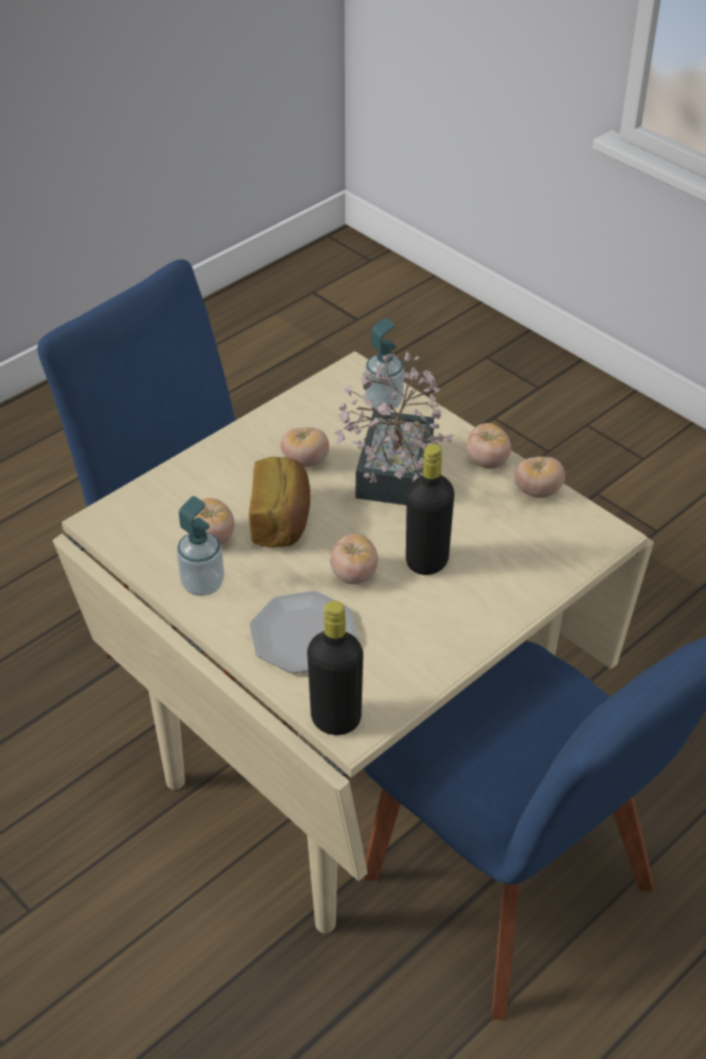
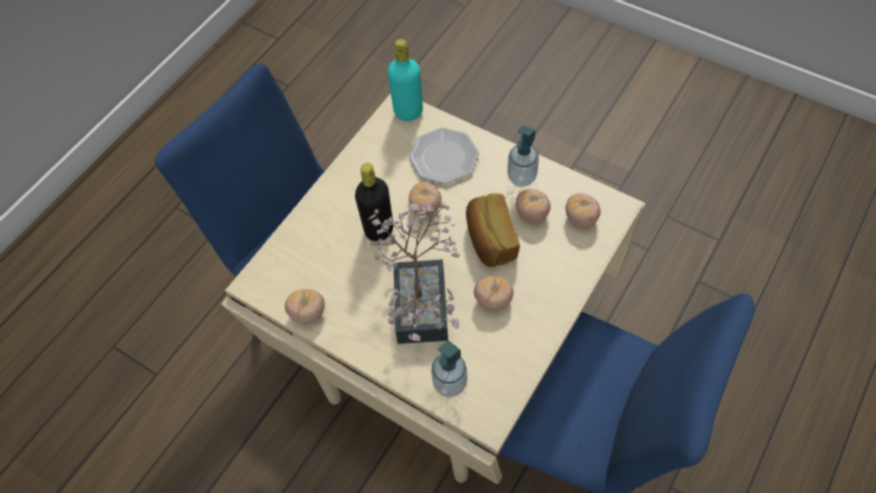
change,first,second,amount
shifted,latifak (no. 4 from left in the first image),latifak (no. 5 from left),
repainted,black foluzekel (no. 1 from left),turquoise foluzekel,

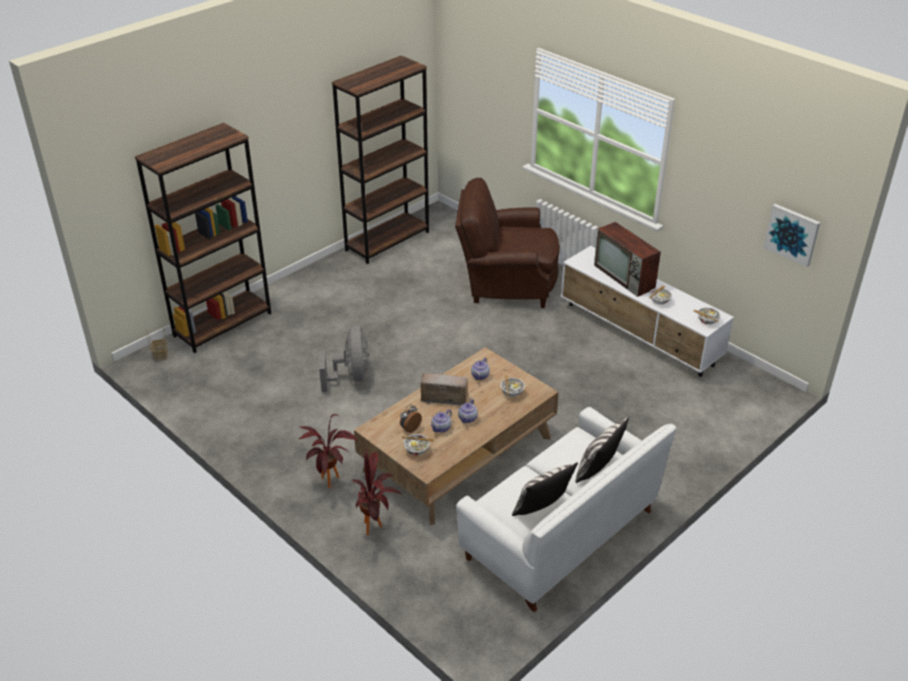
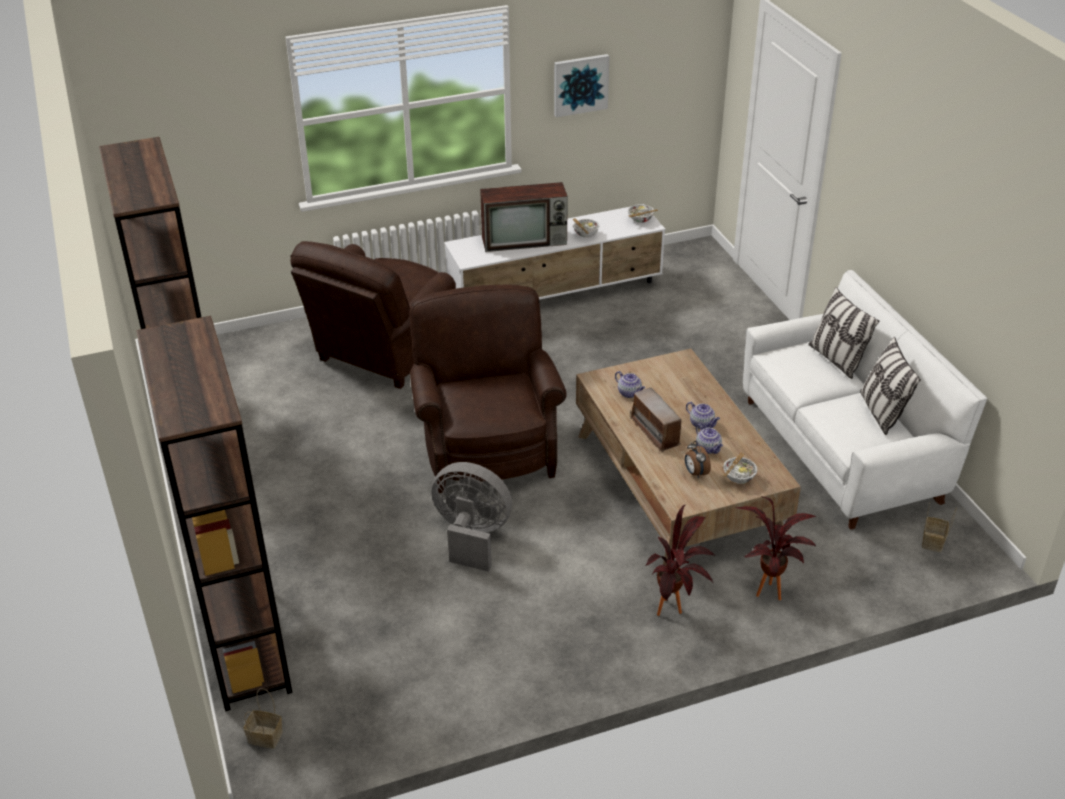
change,first,second,amount
gone,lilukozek (no. 2 from left),,
new,,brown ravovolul (no. 2 from left),
new,,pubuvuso (no. 2 from left),
shifted,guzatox,,
rotated,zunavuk,,60 degrees counterclockwise

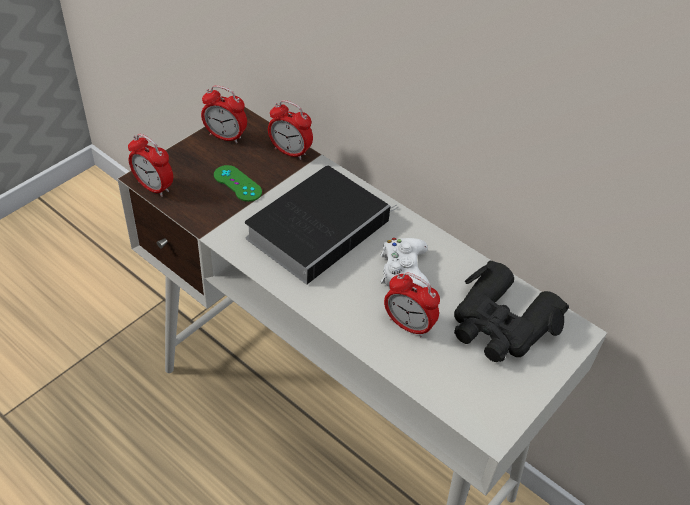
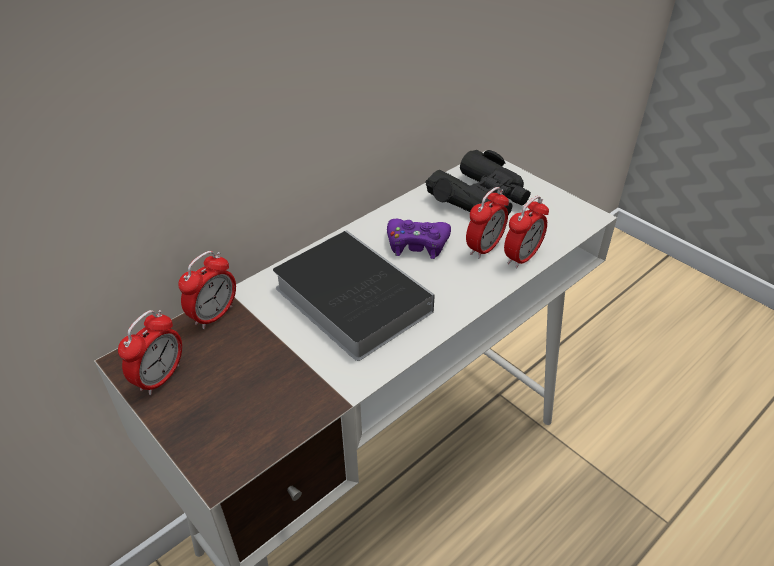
change,first,second,amount
gone,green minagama,,
shifted,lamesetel (no. 1 from left in the first image),lamesetel (no. 4 from left),
repainted,white minagama,purple minagama,

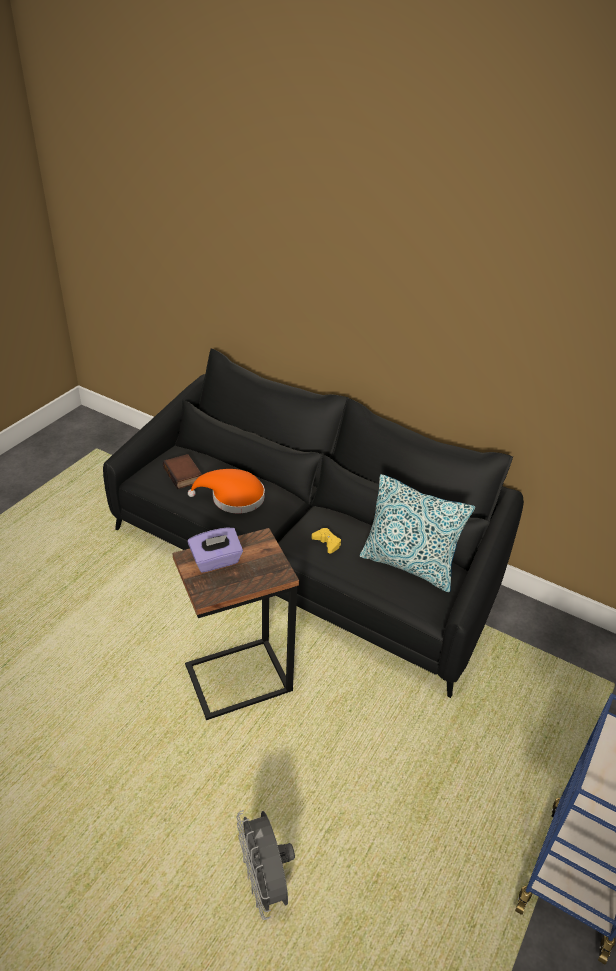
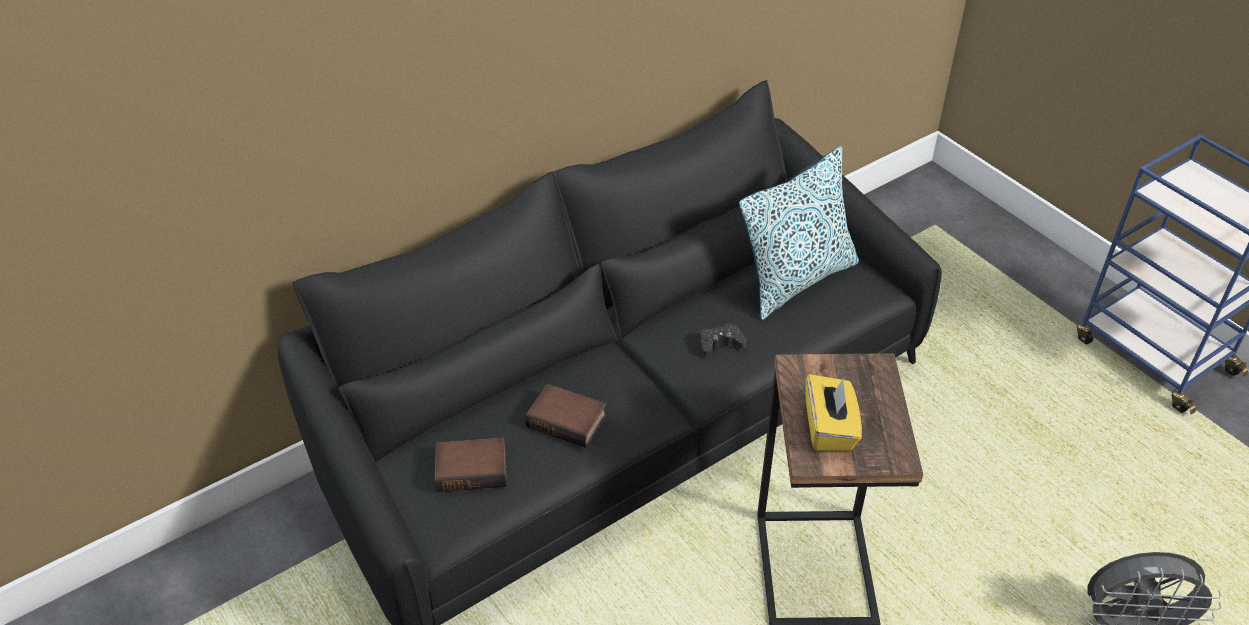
change,first,second,amount
swapped,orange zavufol,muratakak (no. 2 from left),
repainted,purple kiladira,yellow kiladira,
repainted,yellow minagama,black minagama,

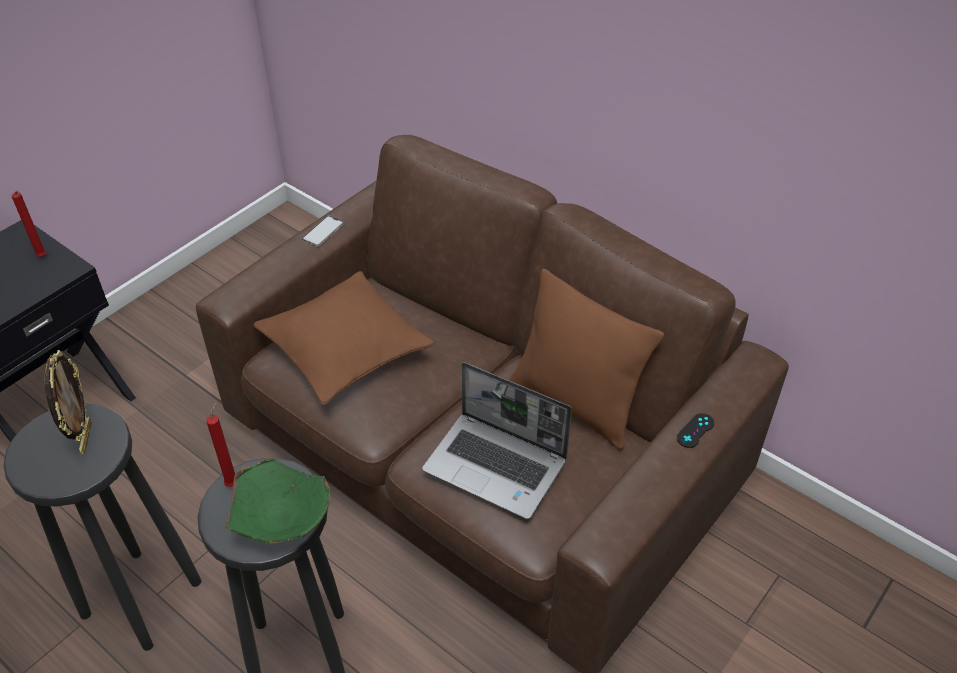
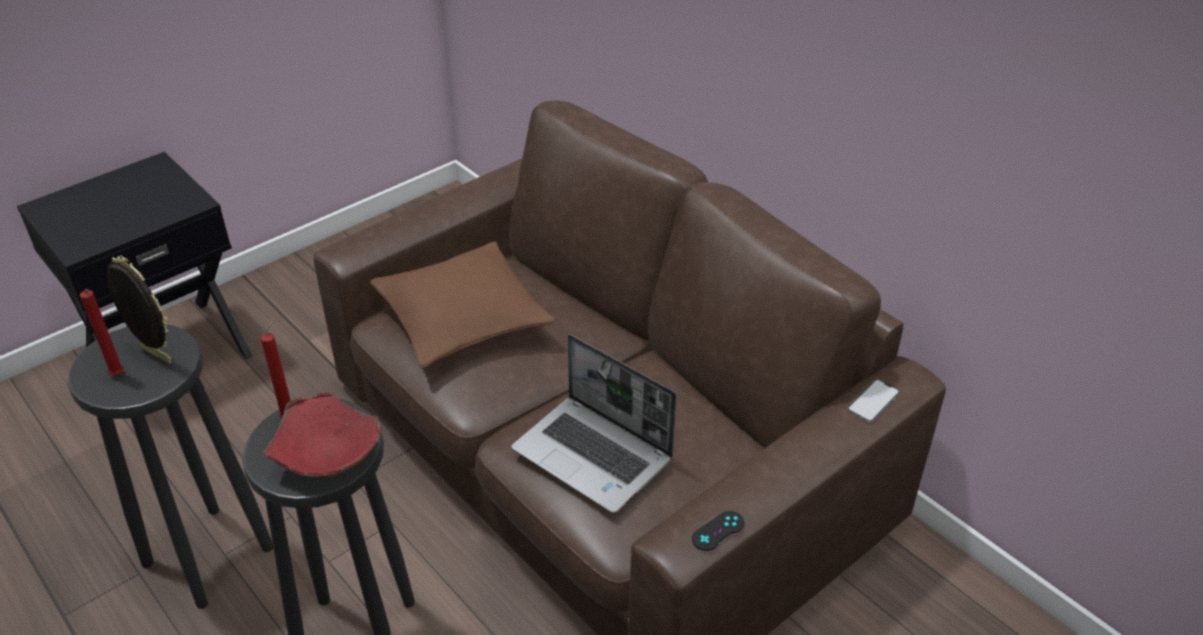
change,first,second,amount
gone,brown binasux (no. 2 from left),,
shifted,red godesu (no. 1 from left),,
shifted,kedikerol,,
shifted,black minagama,,
repainted,green lilukozek,red lilukozek,
rotated,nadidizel,,60 degrees counterclockwise

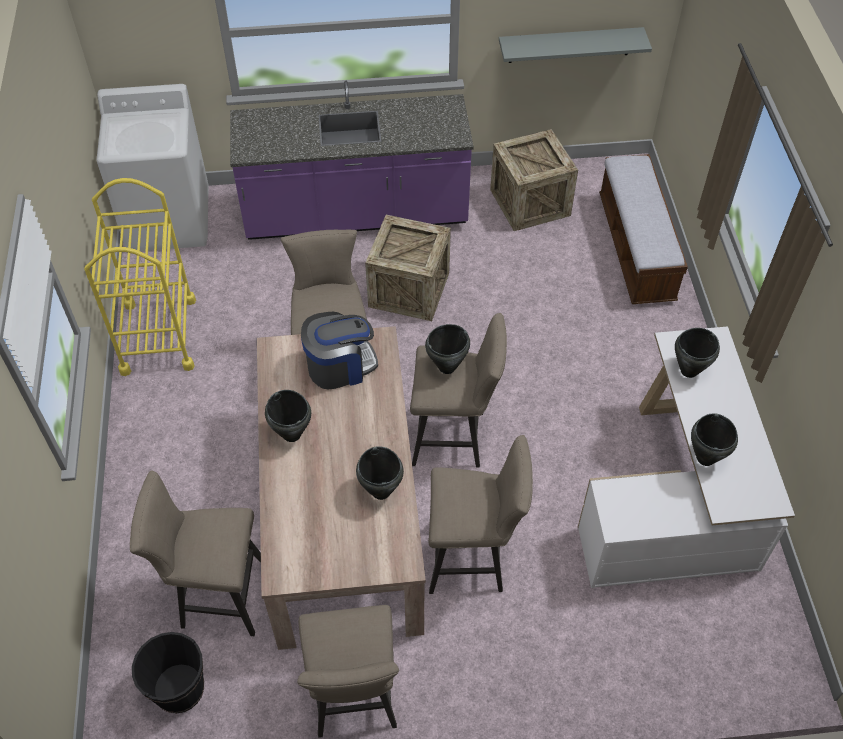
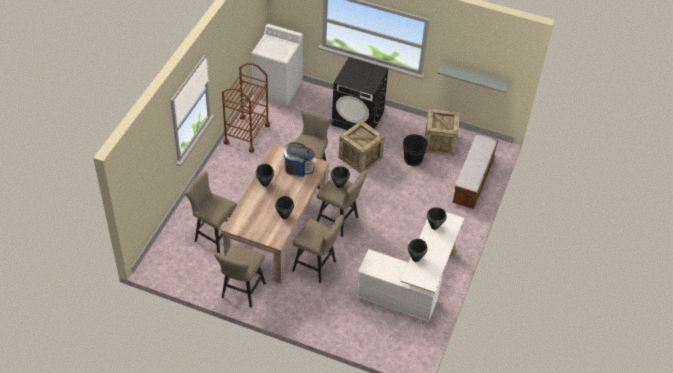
change,first,second,amount
shifted,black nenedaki,,
swapped,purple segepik,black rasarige,
repainted,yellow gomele,brown gomele,

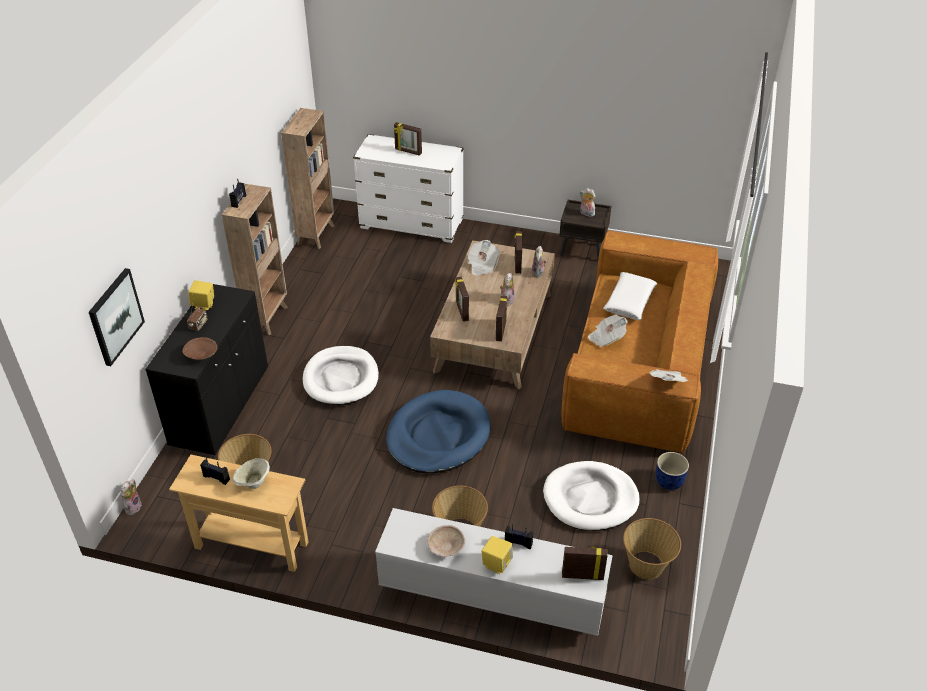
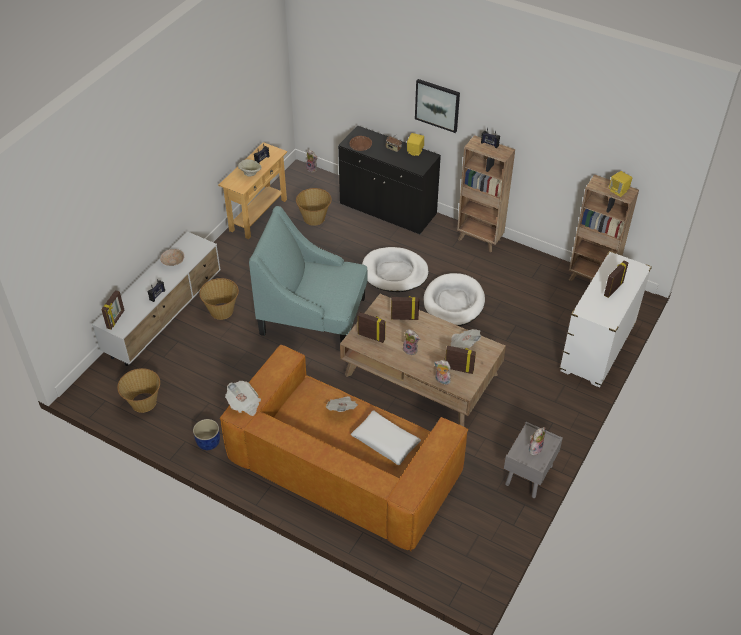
change,first,second,amount
shifted,guzatox,,
shifted,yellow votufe (no. 2 from left),,
shifted,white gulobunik (no. 2 from left),,
swapped,blue gulobunik,turquoise ravovolul,
repainted,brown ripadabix,grey ripadabix,

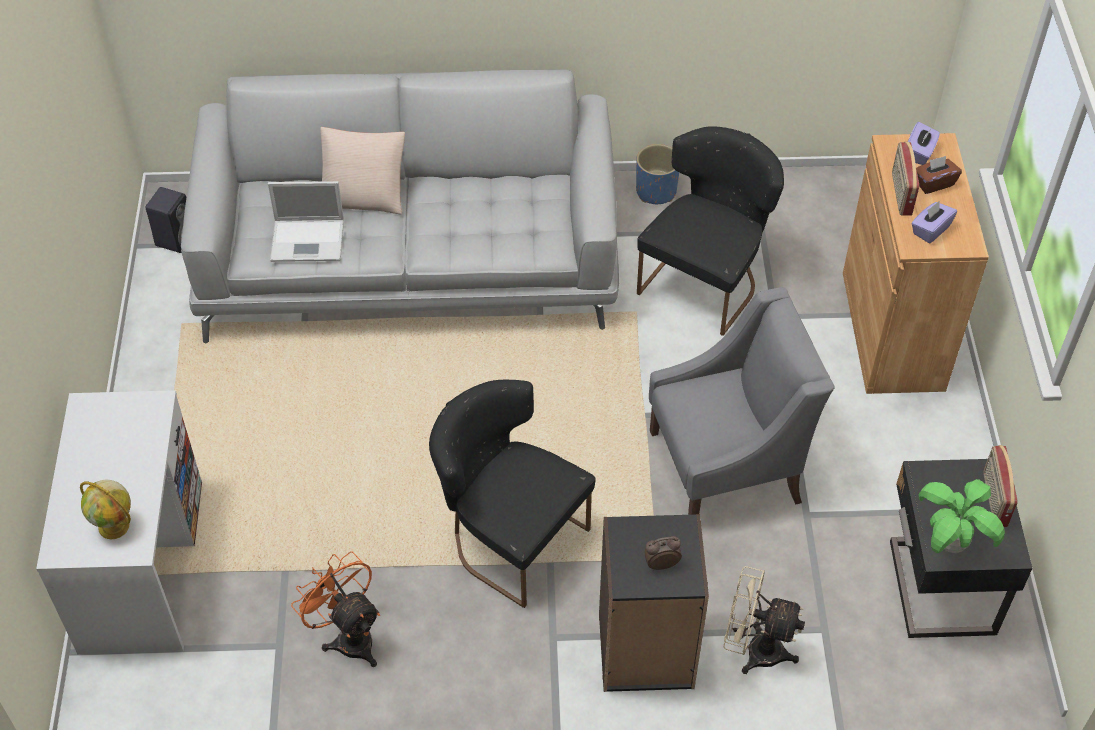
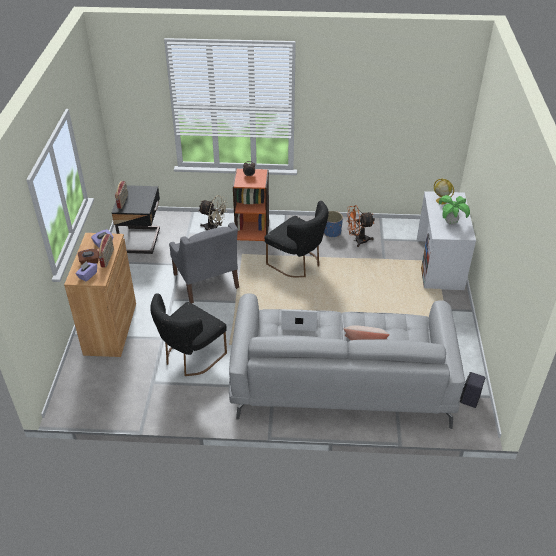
change,first,second,amount
shifted,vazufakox,,
shifted,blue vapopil,,
shifted,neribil,,
repainted,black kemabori,orange kemabori,
rotated,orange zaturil,,120 degrees clockwise
rotated,grey ravovolul,,105 degrees counterclockwise

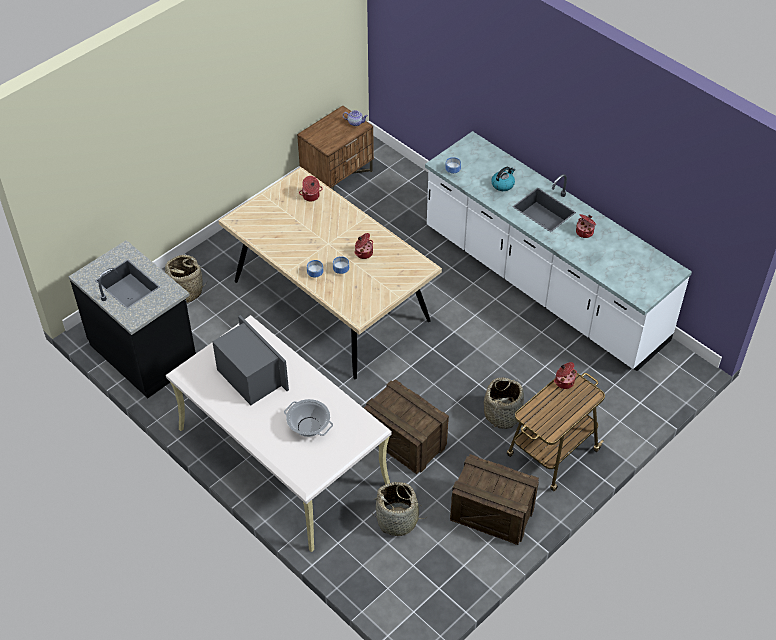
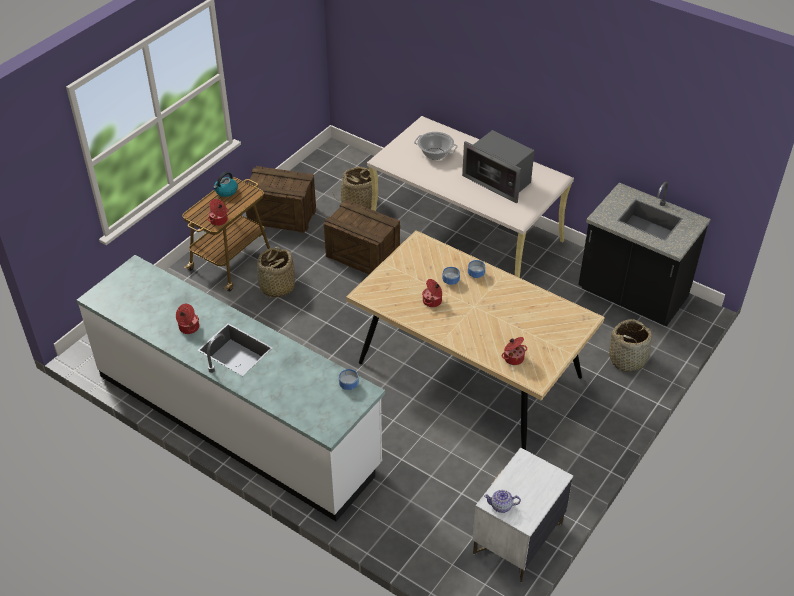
change,first,second,amount
shifted,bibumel,,
repainted,brown ripadabix,white ripadabix,

